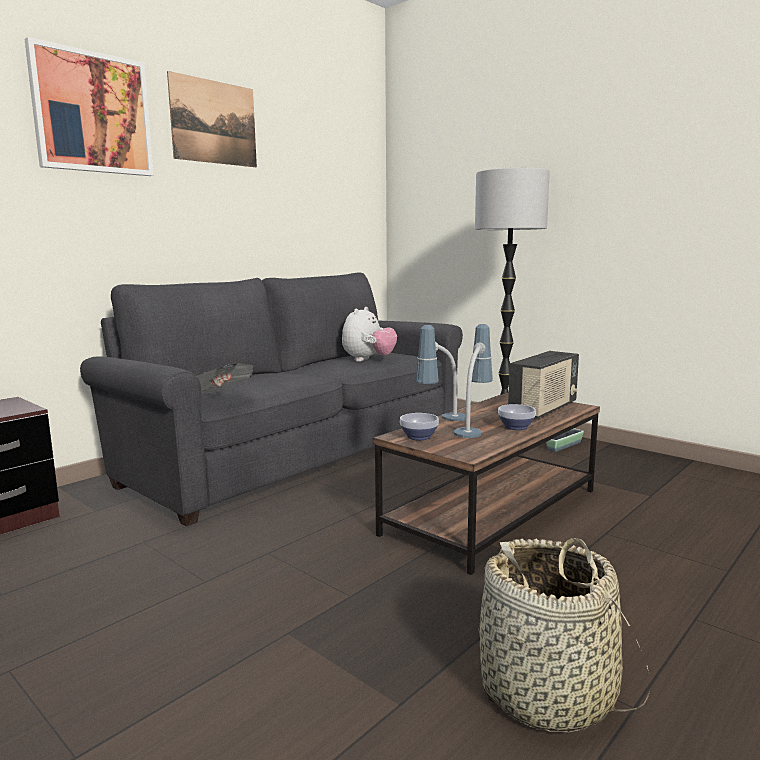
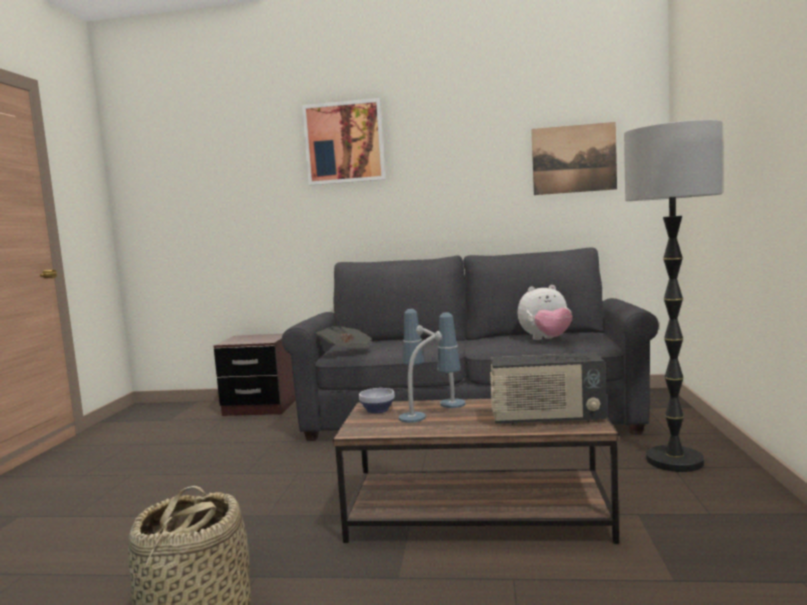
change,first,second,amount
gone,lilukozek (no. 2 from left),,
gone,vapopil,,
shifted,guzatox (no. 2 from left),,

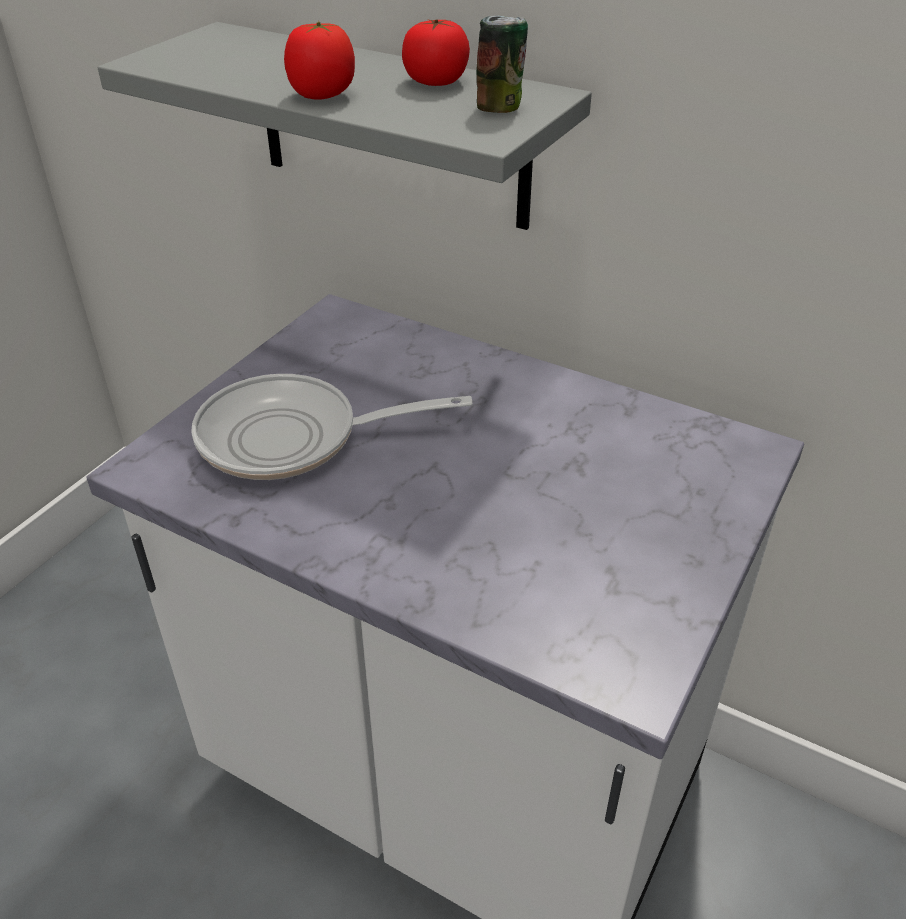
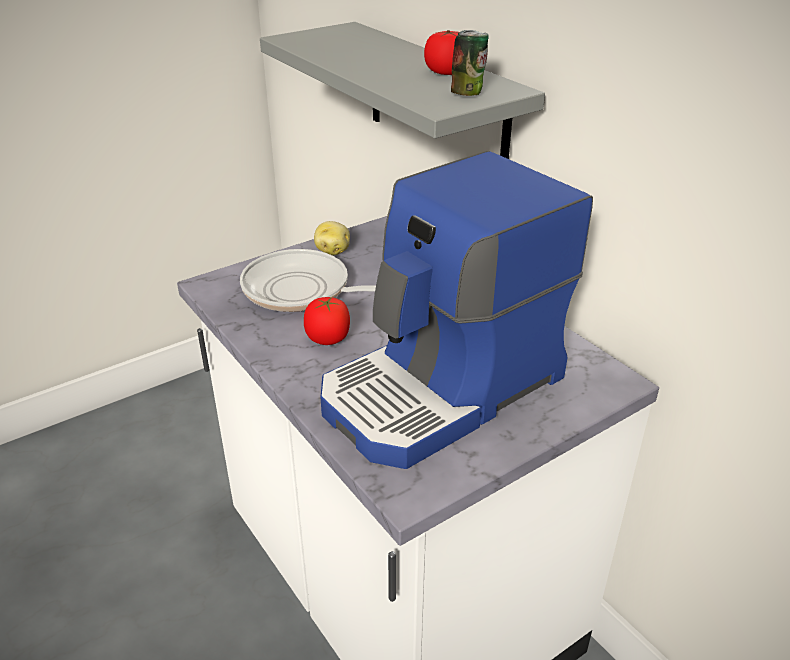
change,first,second,amount
new,,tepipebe,
new,,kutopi,
shifted,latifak (no. 1 from left),,

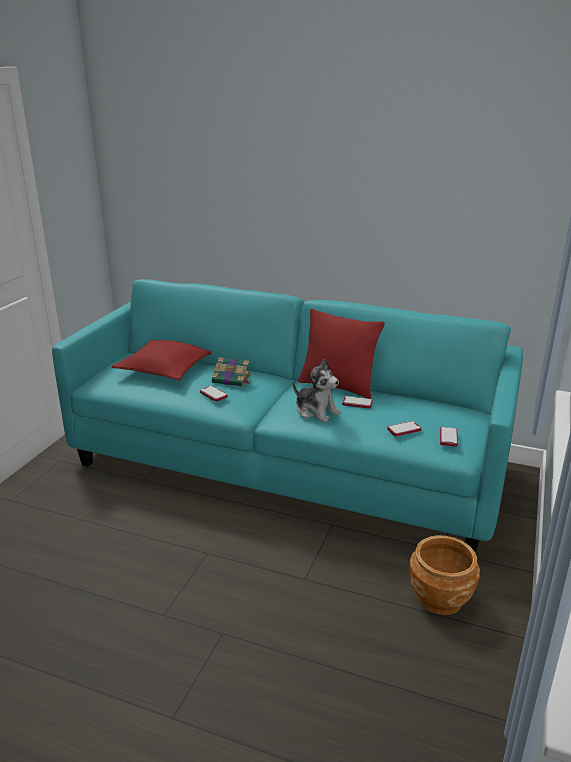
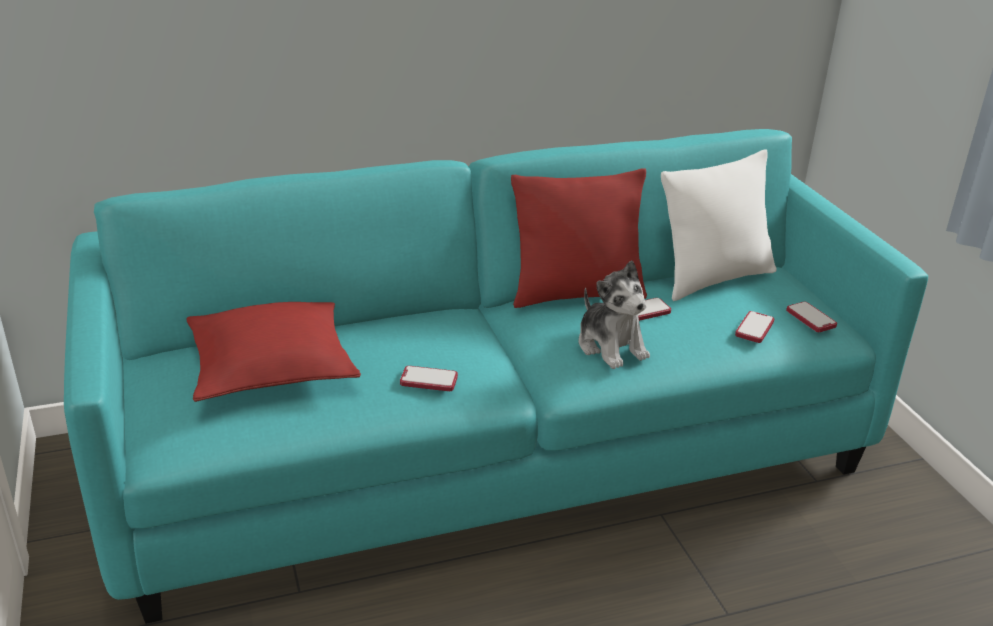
change,first,second,amount
gone,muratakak,,
gone,brown vapopil,,
new,,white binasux,
rotated,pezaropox,,60 degrees clockwise

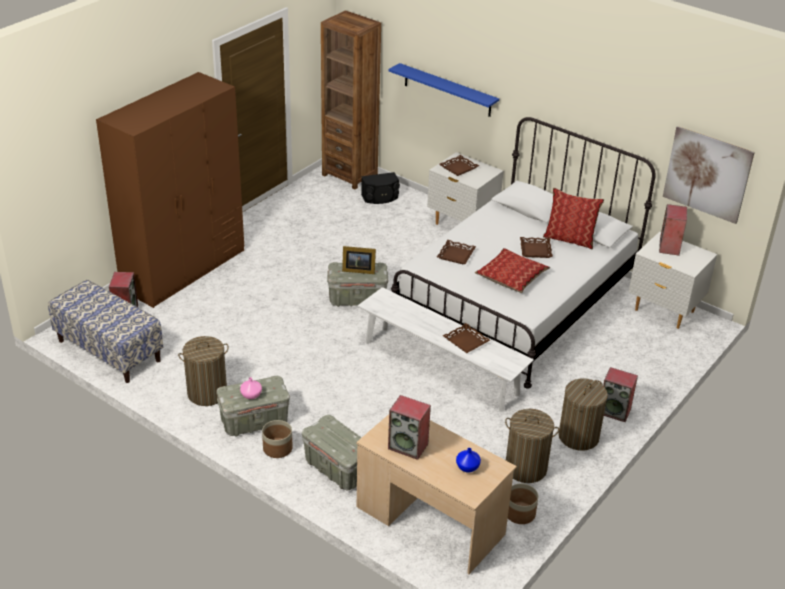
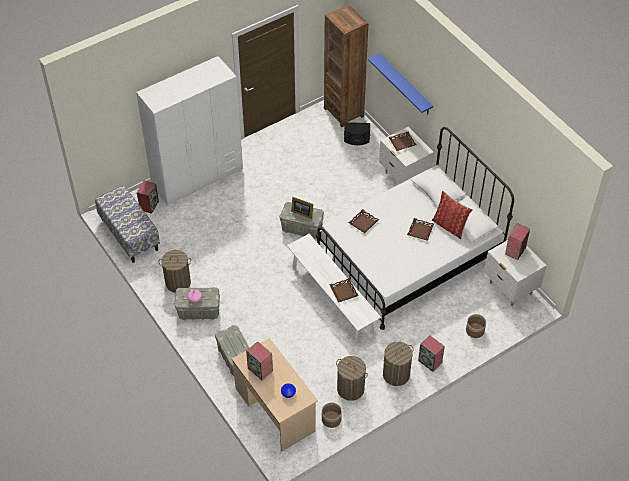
change,first,second,amount
gone,binasux (no. 1 from left),,
gone,guzatox,,
shifted,vapopil (no. 1 from left in the first image),vapopil (no. 2 from left),
repainted,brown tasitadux,white tasitadux,

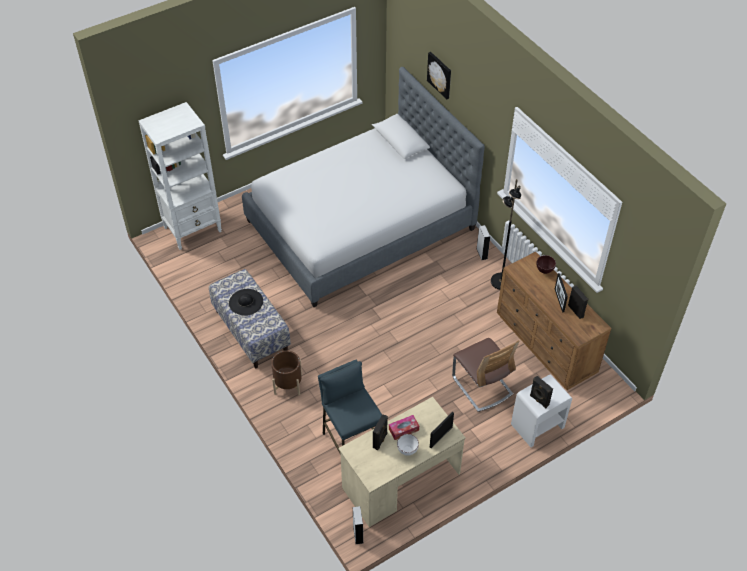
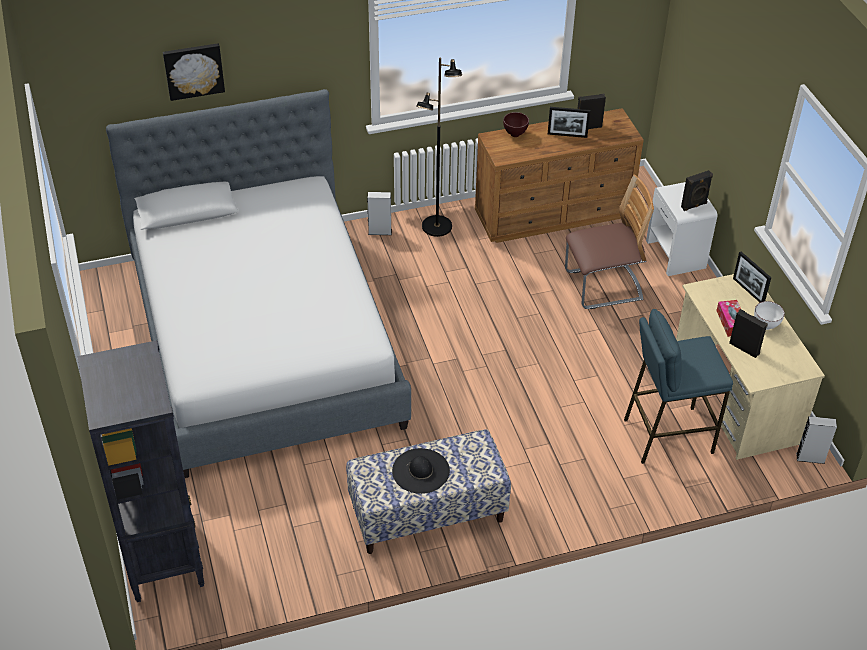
change,first,second,amount
gone,brown vapopil,,
repainted,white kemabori,black kemabori,

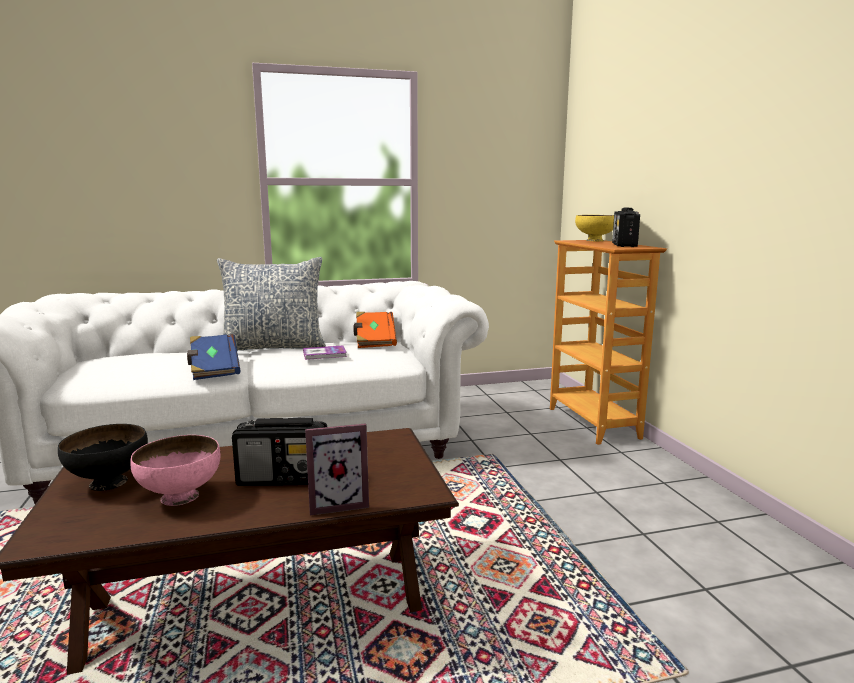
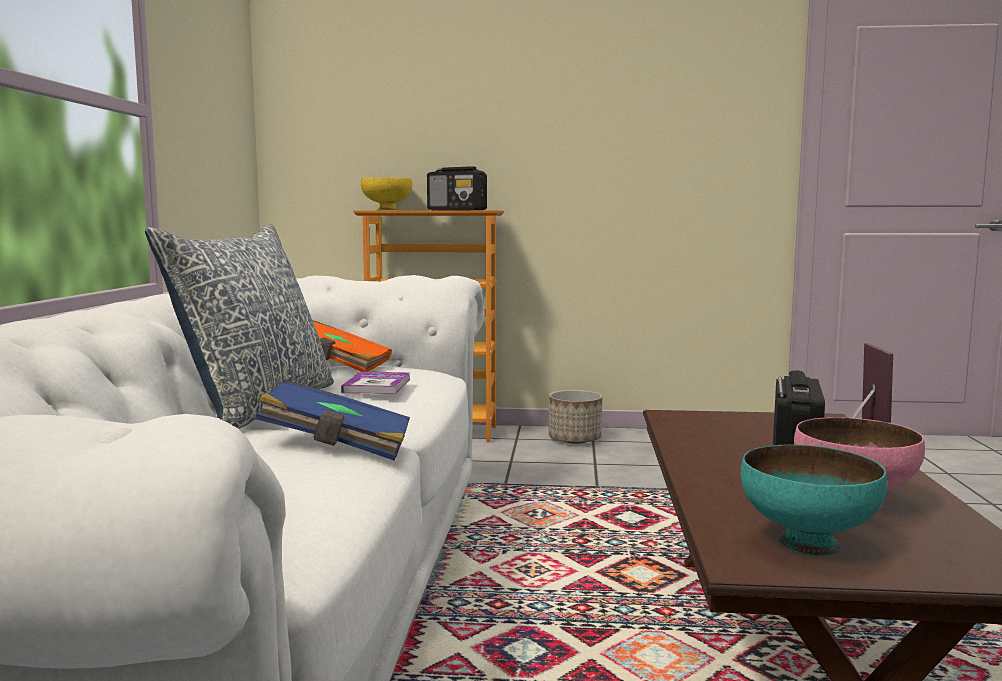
change,first,second,amount
new,,vapopil,
repainted,black lilukozek,turquoise lilukozek,

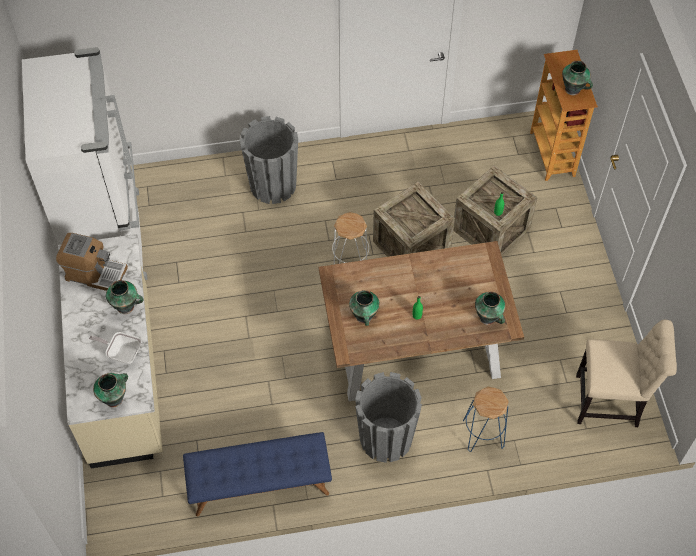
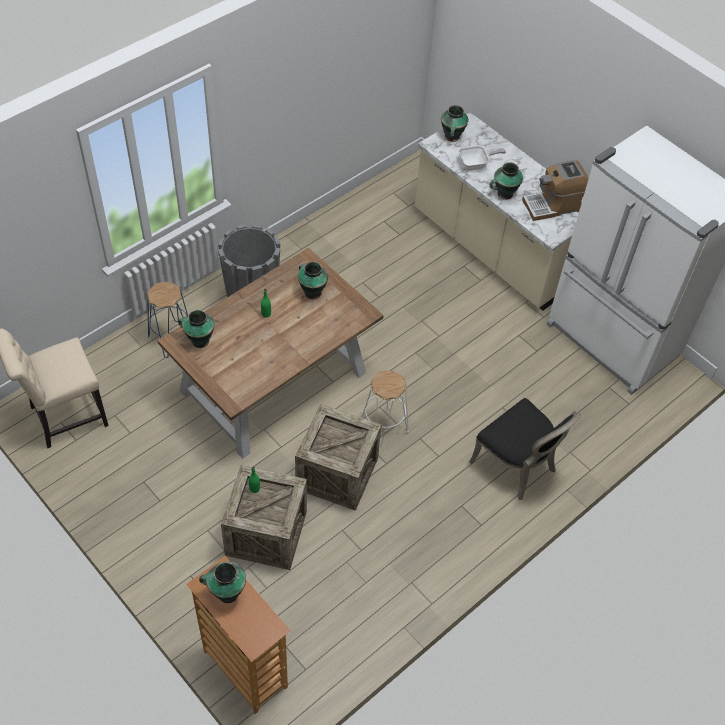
change,first,second,amount
gone,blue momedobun,,
swapped,grey vapopil (no. 1 from left),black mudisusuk,

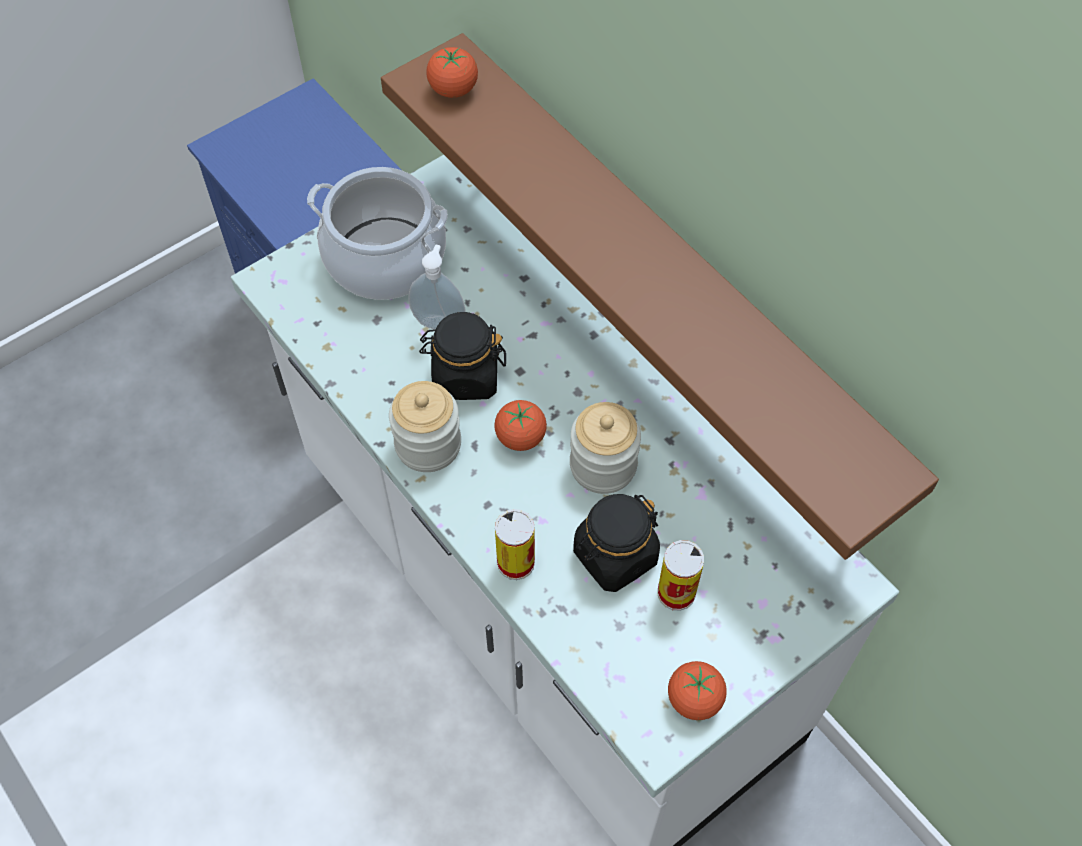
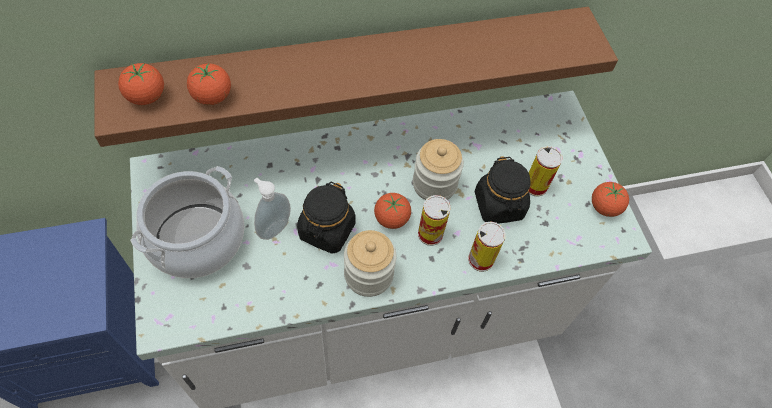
change,first,second,amount
new,,latifak (no. 2 from left),
new,,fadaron (no. 1 from left),

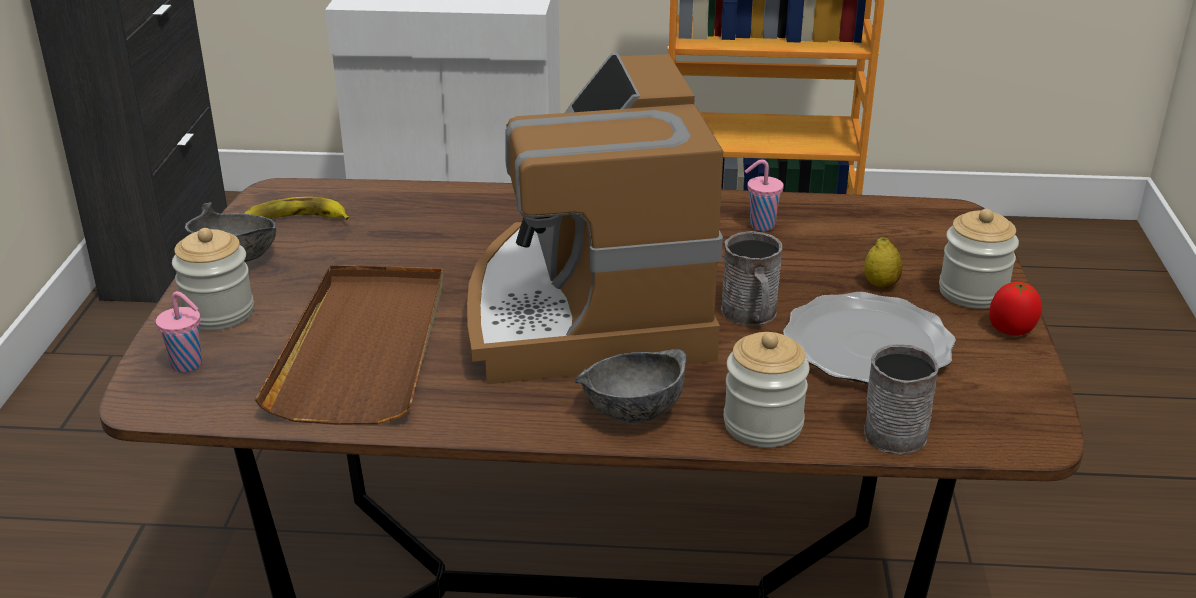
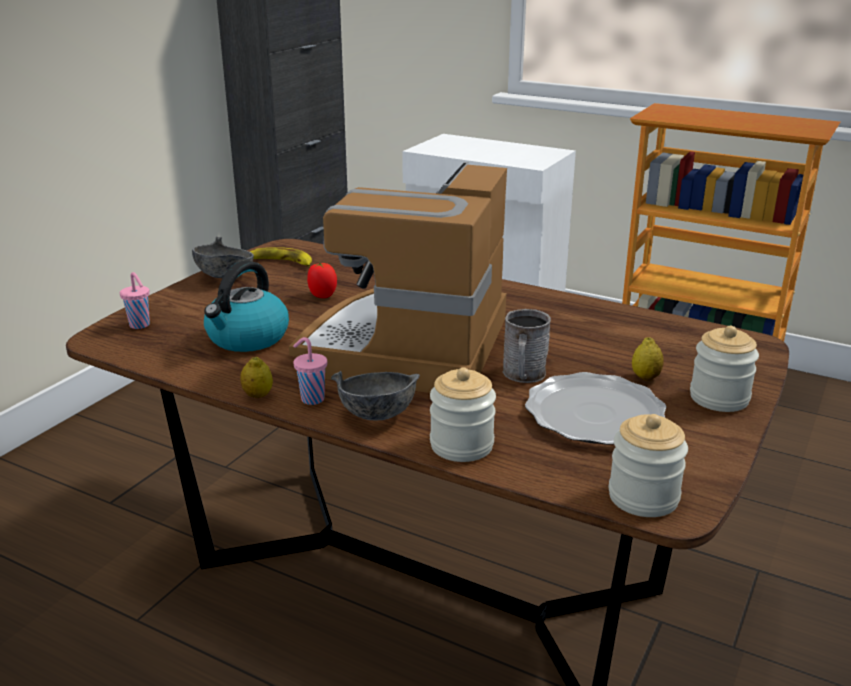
change,first,second,amount
gone,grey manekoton (no. 2 from left),,
new,,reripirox (no. 1 from left),
shifted,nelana (no. 1 from left in the first image),nelana (no. 2 from left),
shifted,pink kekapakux (no. 2 from left),,
shifted,latifak,,
swapped,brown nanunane,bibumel,

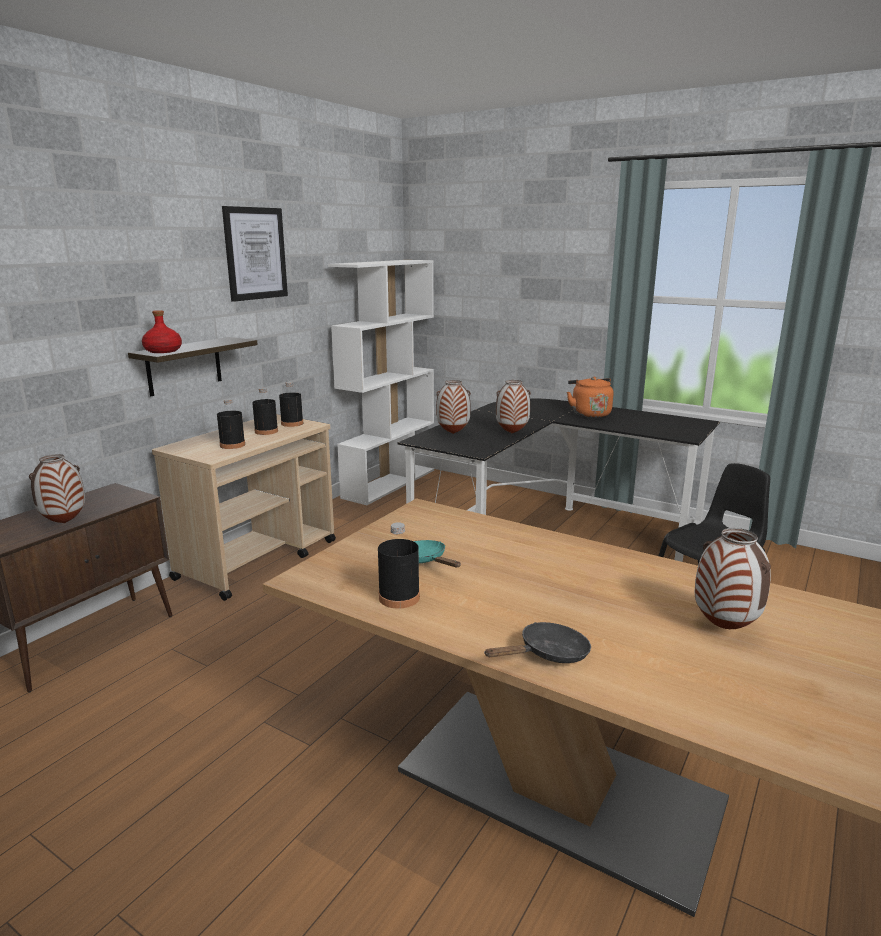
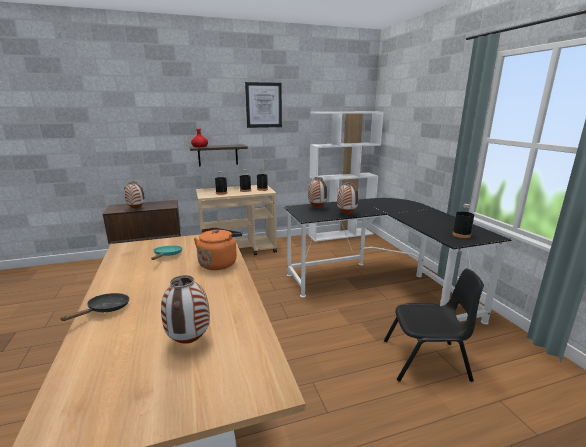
change,first,second,amount
shifted,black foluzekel (no. 4 from left),,
shifted,orange bibumel,,
rotated,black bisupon,,75 degrees counterclockwise

